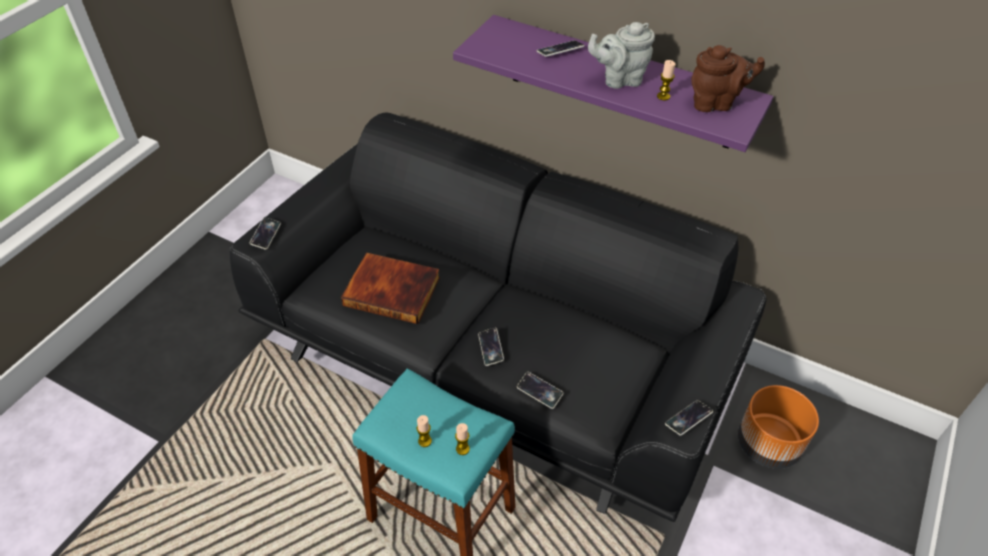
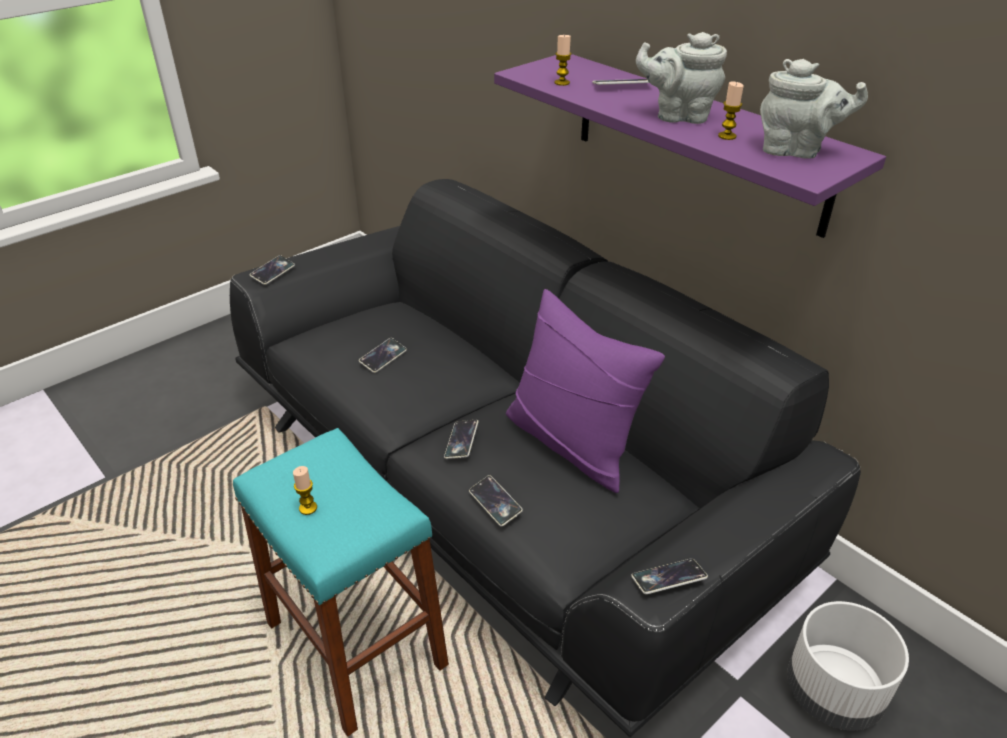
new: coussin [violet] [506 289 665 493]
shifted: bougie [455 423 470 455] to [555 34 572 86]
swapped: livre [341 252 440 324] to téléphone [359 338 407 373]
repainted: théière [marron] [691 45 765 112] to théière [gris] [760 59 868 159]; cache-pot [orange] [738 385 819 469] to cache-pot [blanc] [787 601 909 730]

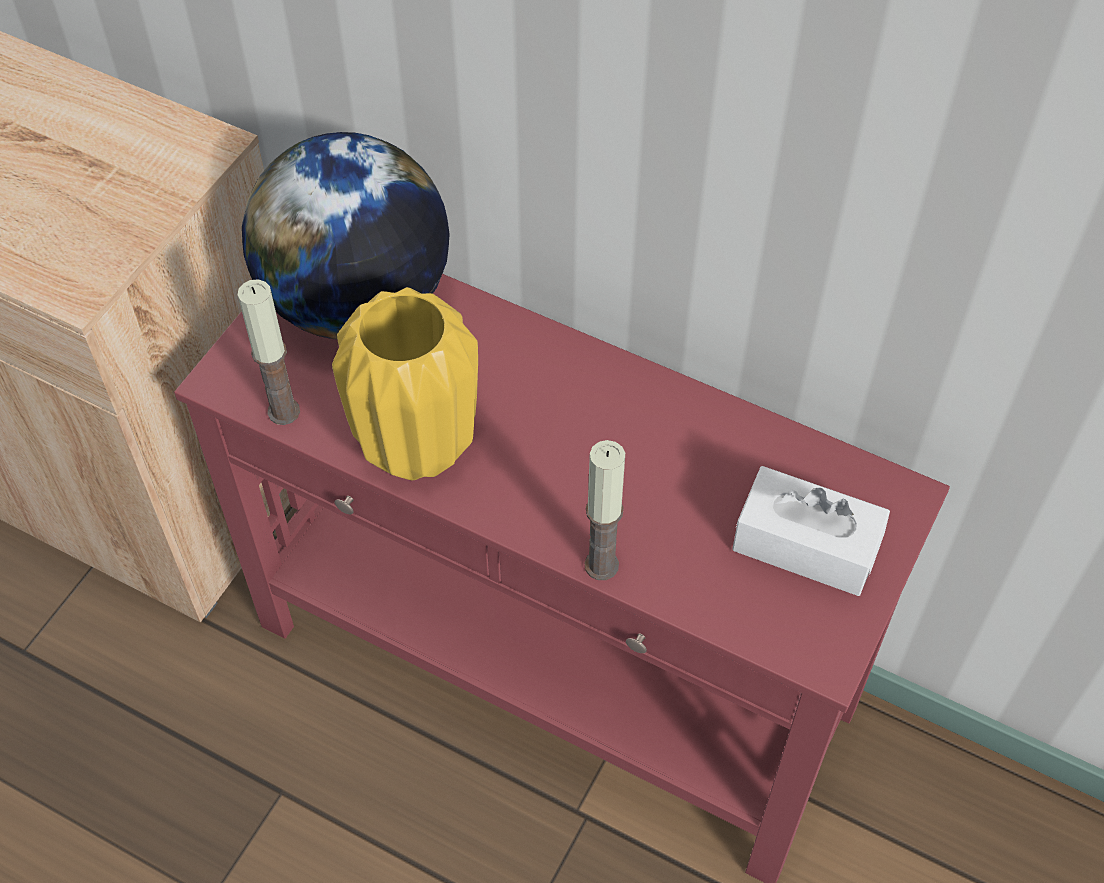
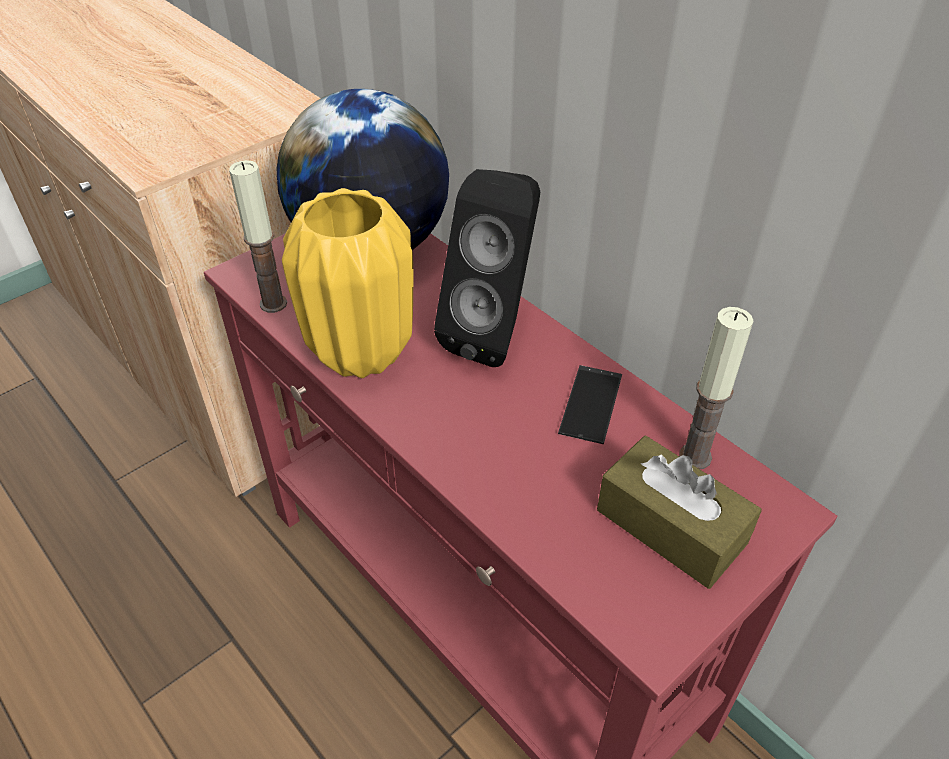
new: enceinte [noir] [434 169 540 367]; téléphone [558 365 622 444]
shifted: bougie [584 440 625 580] to [679 307 753 469]
repainted: boîte à mouchoirs [blanc] [732 466 890 596] to boîte à mouchoirs [marron] [597 436 762 589]

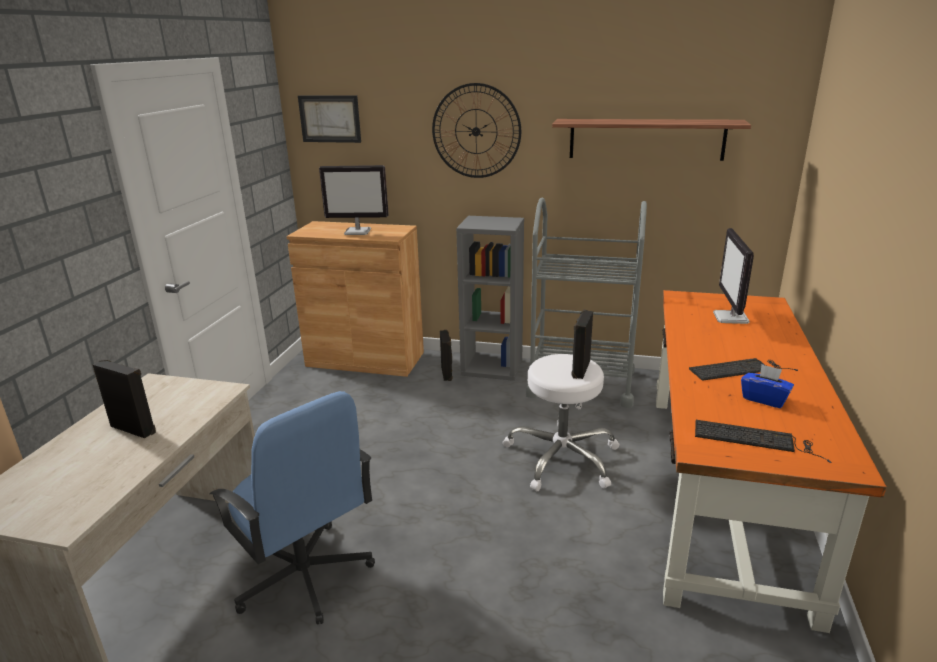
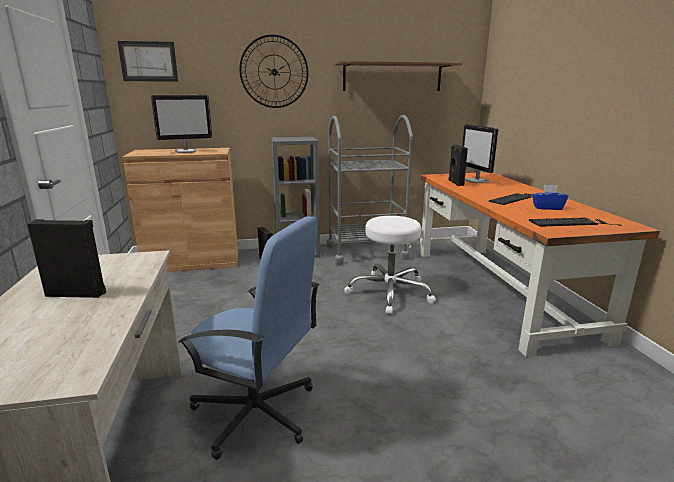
shifted: enceinte [noir] [571 310 593 379] to [448 145 468 186]

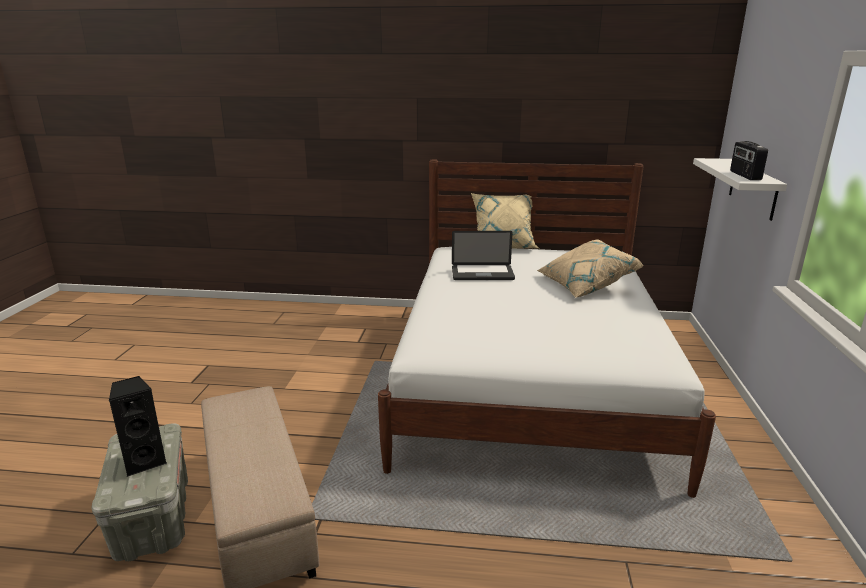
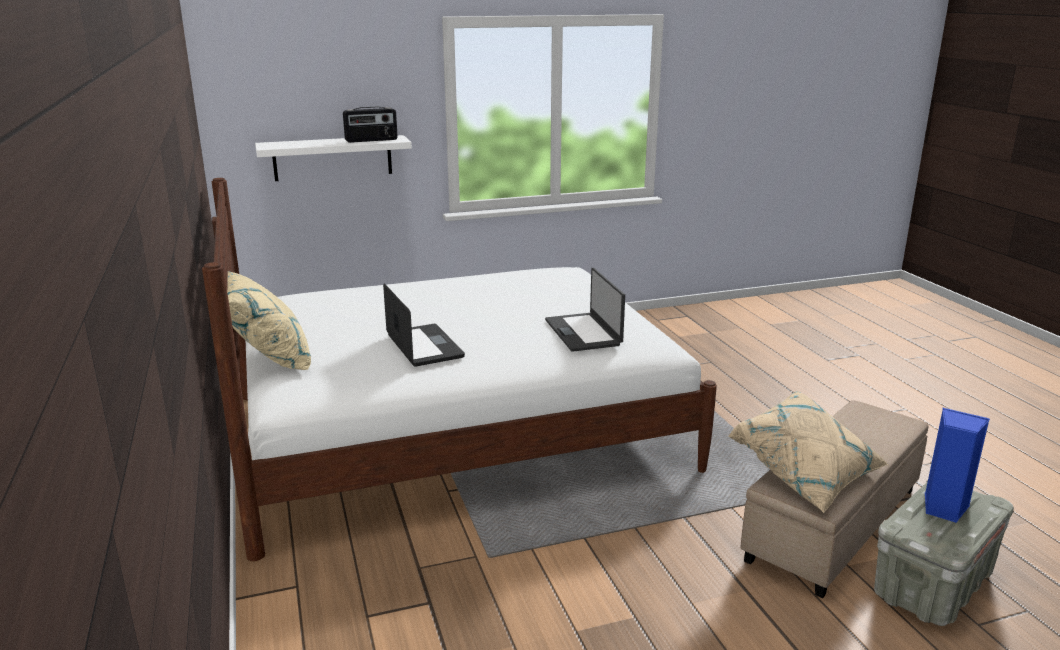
new: ordinateur portable [545 268 625 352]
shifted: coussin [beige] [537 240 643 298] to [728 391 888 513]
repainted: enceinte [noir] [109 376 167 477] to enceinte [bleu] [925 407 990 523]

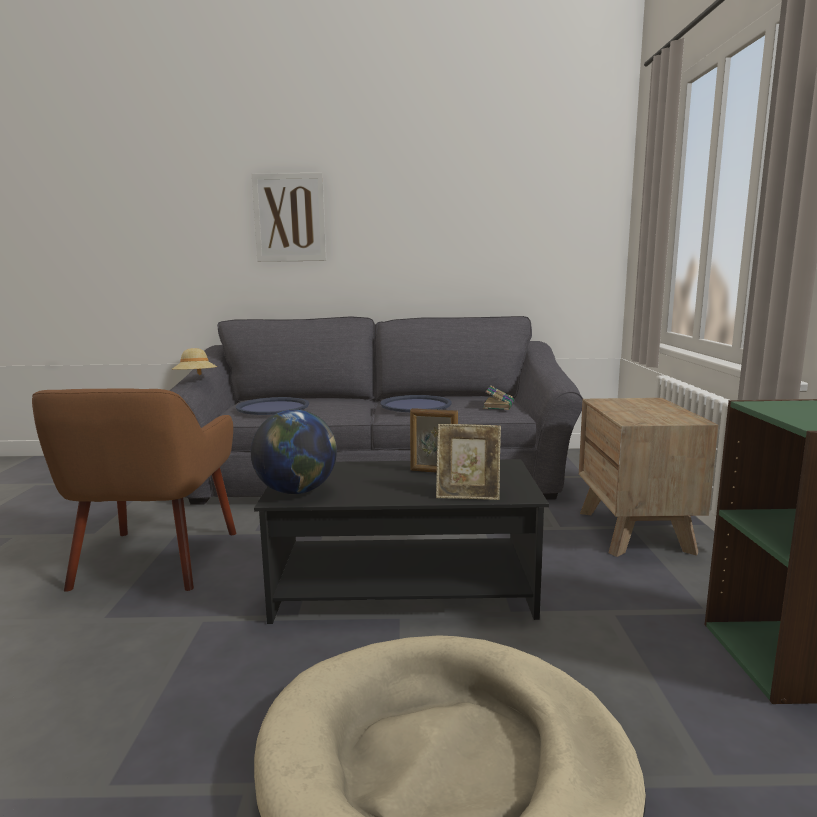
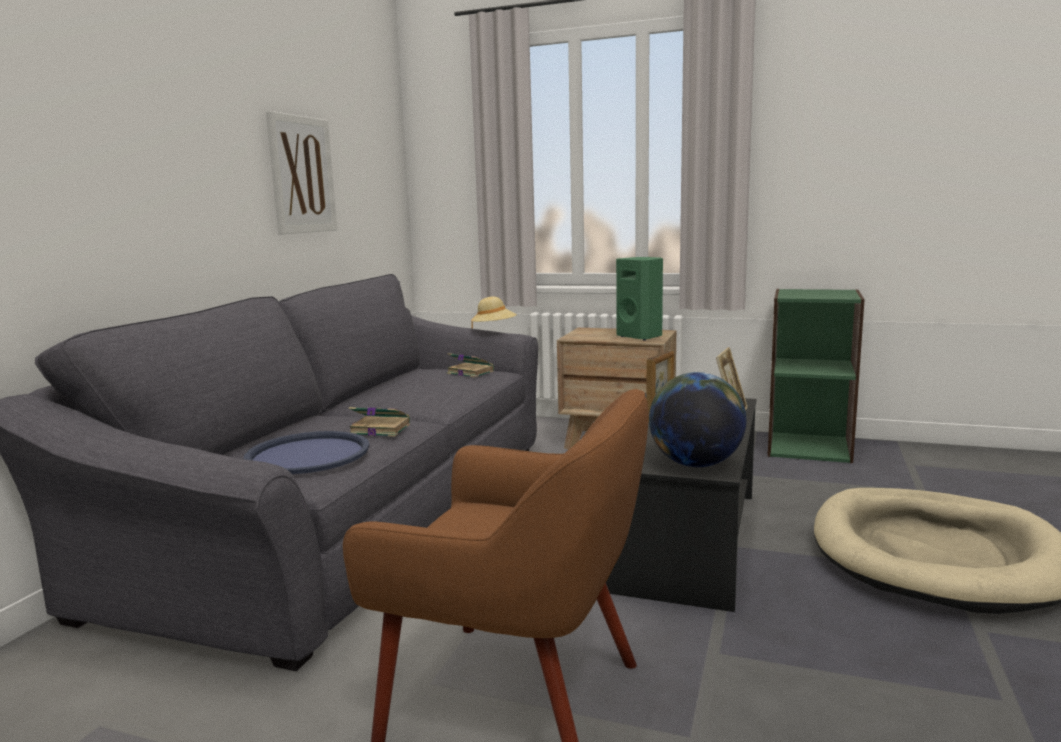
gone: plateau [bleu] [380 395 452 412]
new: livre [349 407 410 437]; enceinte [vert] [616 257 663 341]
shifted: tableau [252 173 326 262] to [266 111 337 234]; chapeau [beige] [172 348 217 375] to [471 297 517 328]

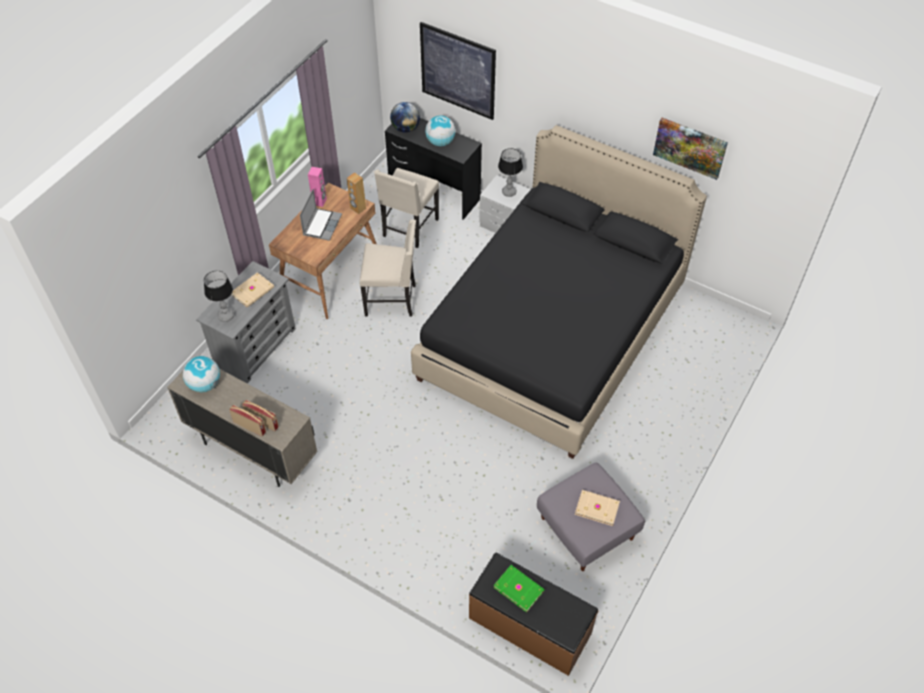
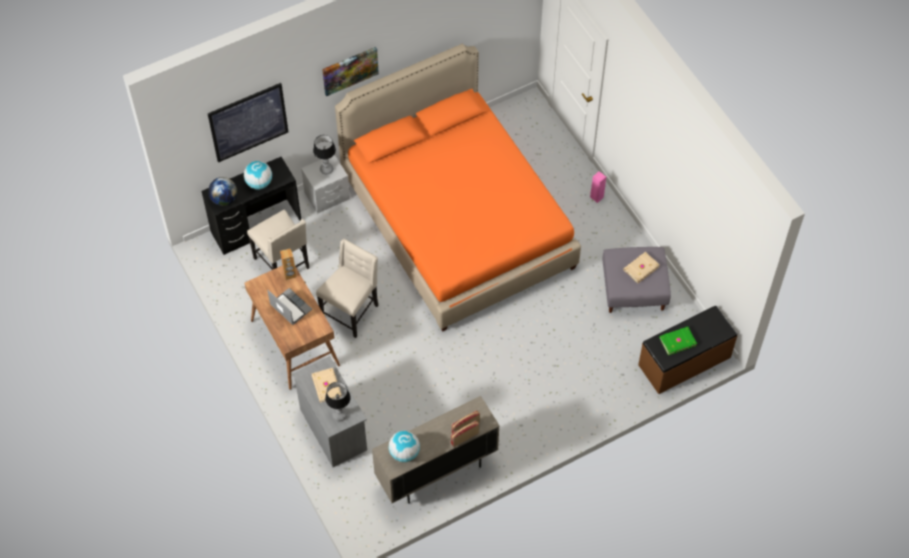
shifted: tableau [653 118 728 180] to [322 47 379 96]; enceinte [rose] [308 167 327 207] to [590 171 606 203]
repainted: lit [noir] [411 125 707 459] to lit [orange] [335 44 581 331]

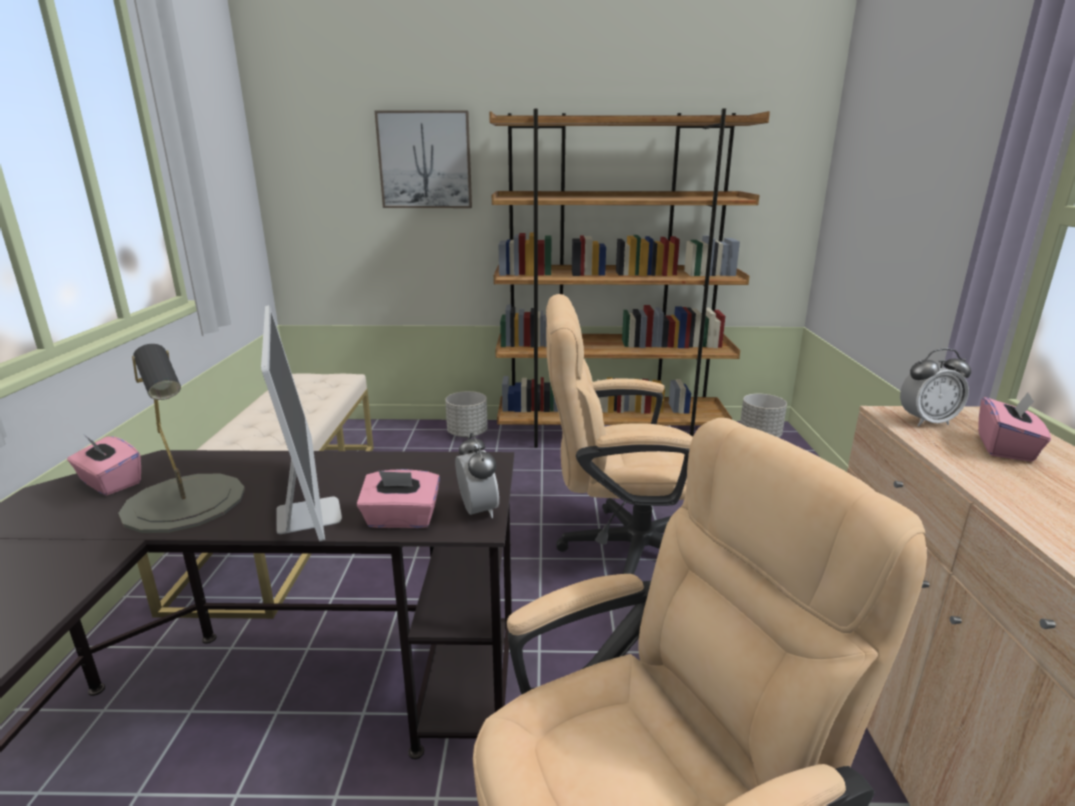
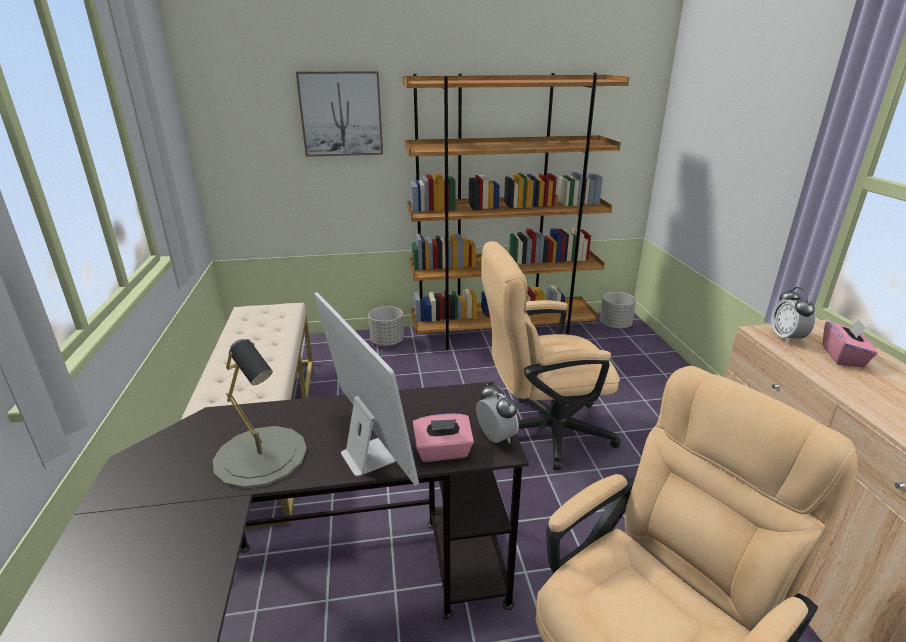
gone: boîte à mouchoirs [rose] [67 436 141 495]
rotated: réveil [900 348 971 426] = [771 287 815 344] 105 degrees clockwise

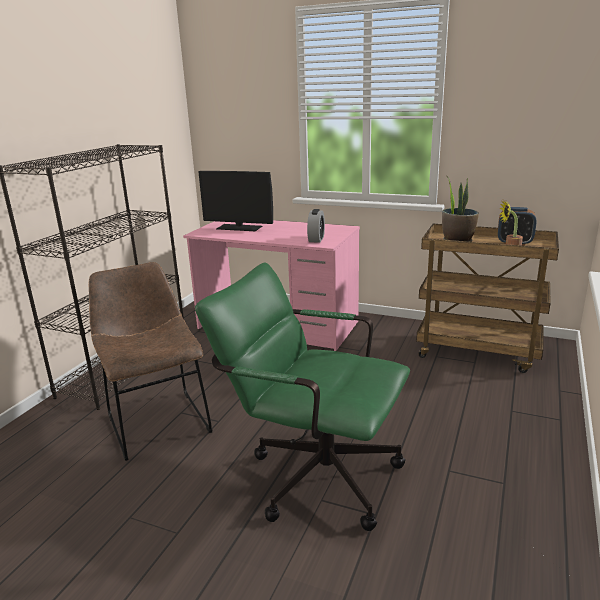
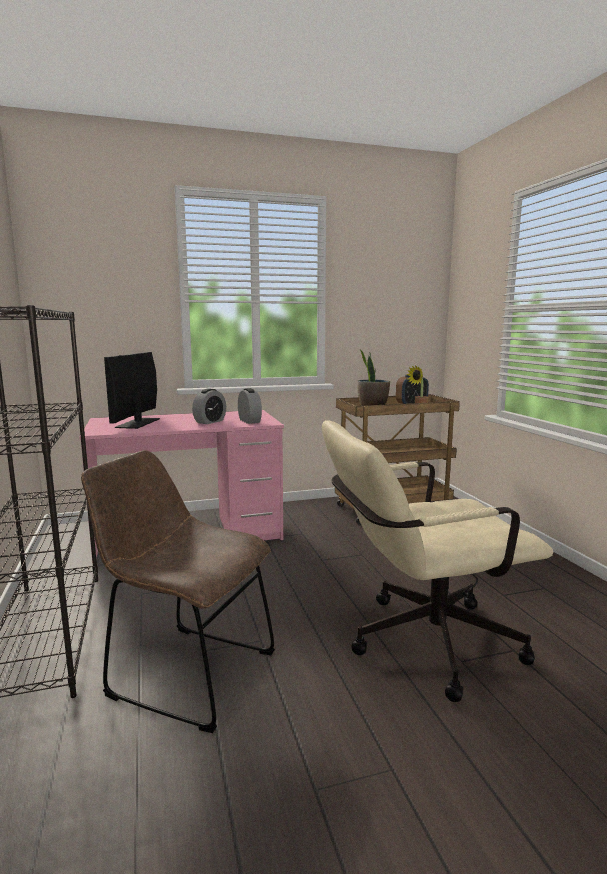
new: réveil [192 389 226 424]
repainted: chaise de bureau [vert] [195 262 410 531] to chaise de bureau [beige] [322 420 553 702]
rotated: écran d'ordinateur [198 171 273 231] = [104 352 160 429] 120 degrees clockwise

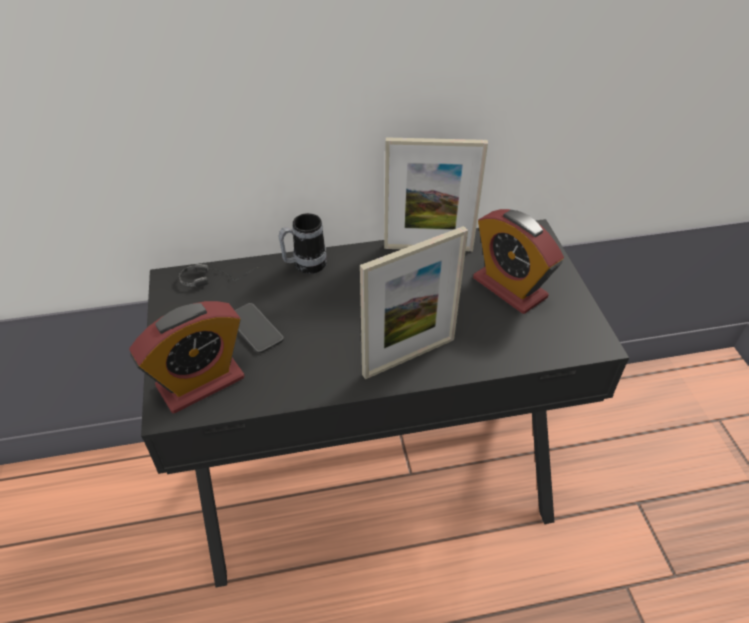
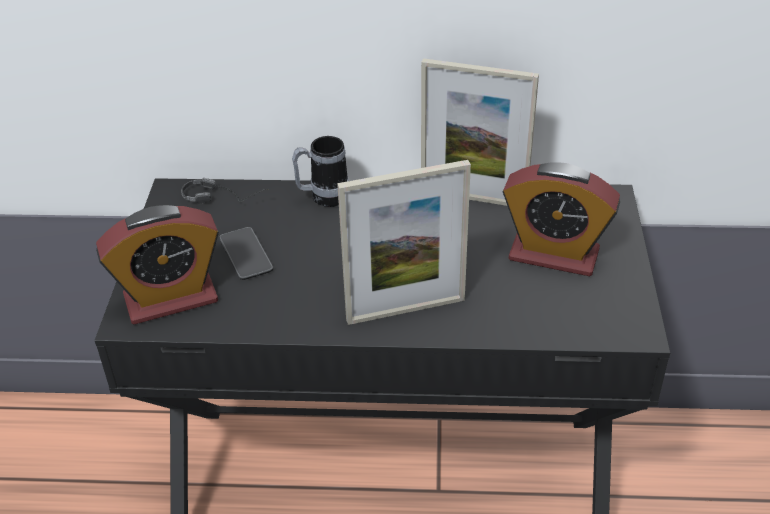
rotated: réveil [473 209 564 314] = [503 162 620 276] 45 degrees counterclockwise

